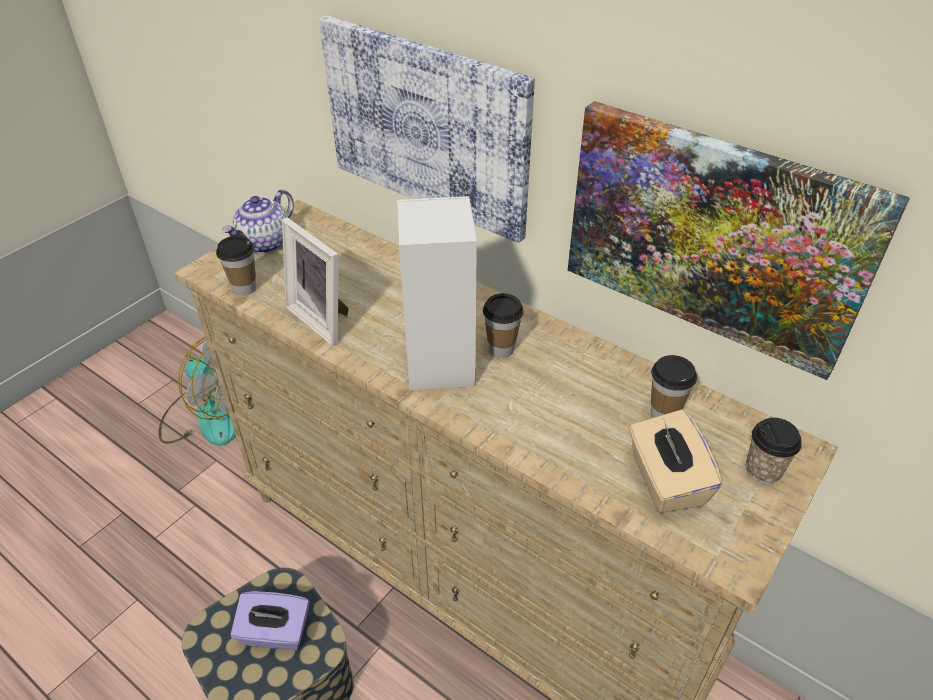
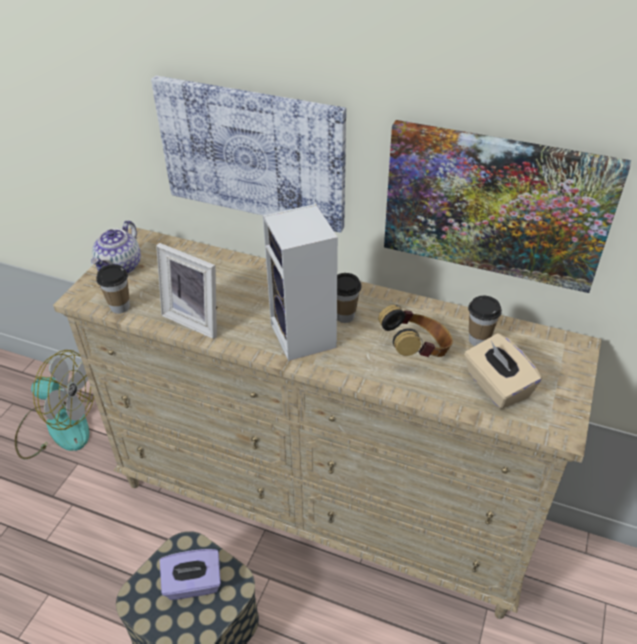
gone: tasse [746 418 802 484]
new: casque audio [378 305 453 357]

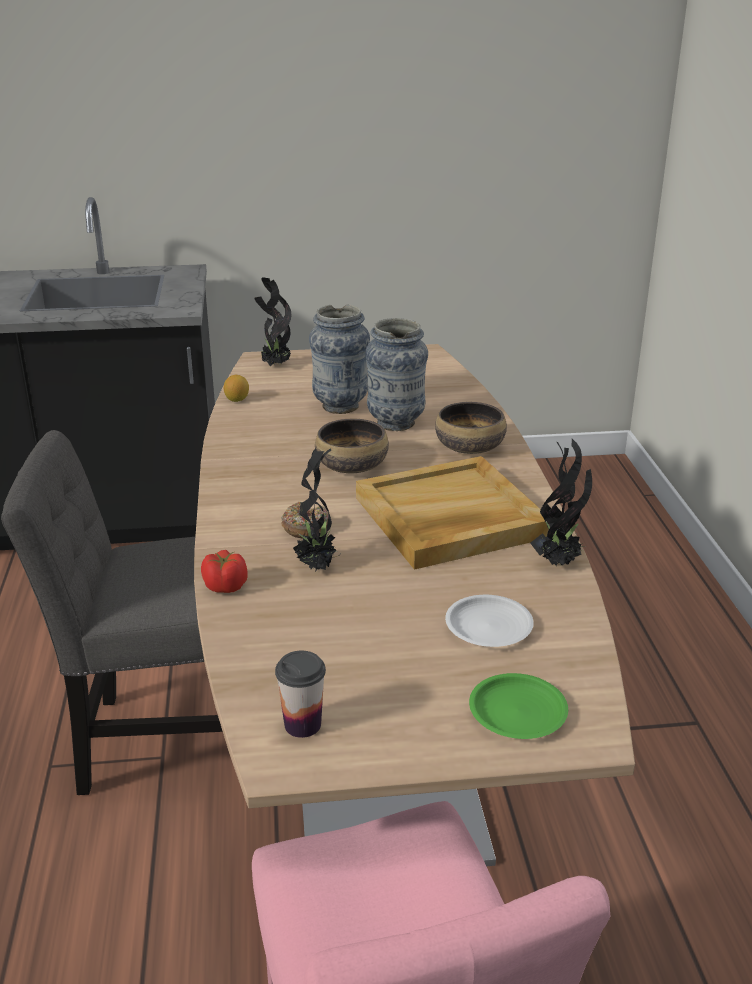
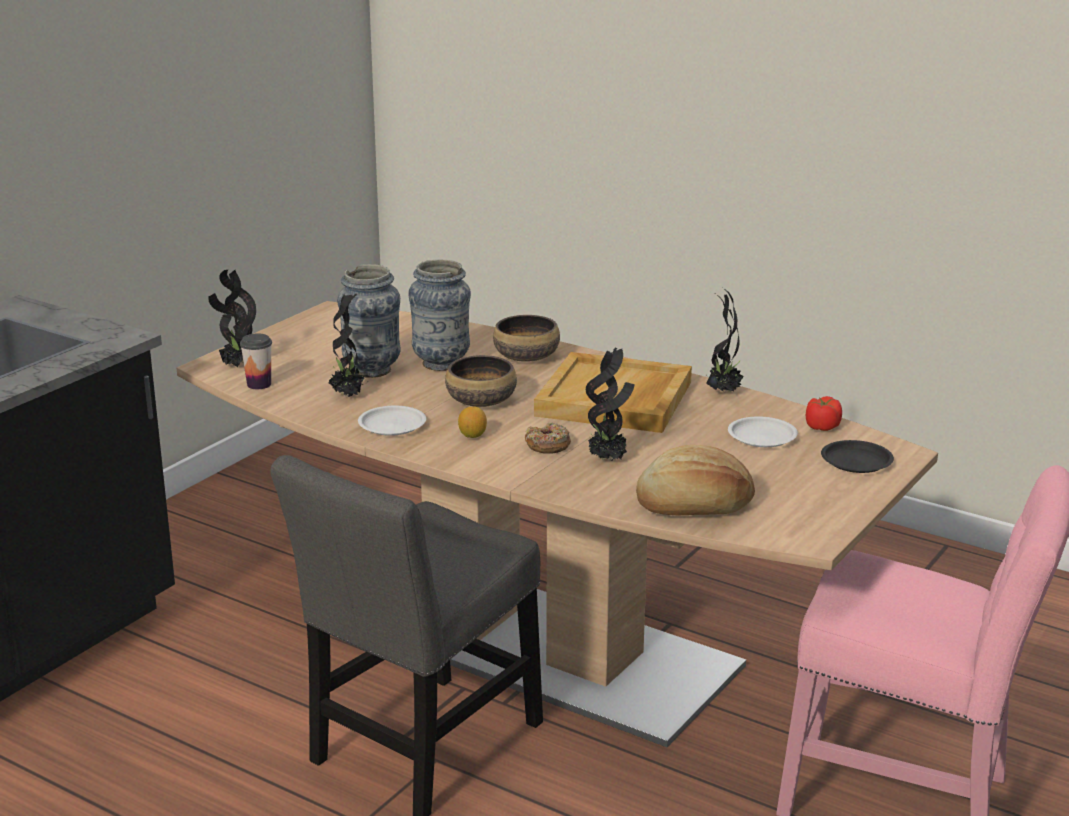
new: plante en pot [328 294 368 397]; assiette [blanc] [358 406 426 436]; pain [636 445 755 515]
shifted: tasse [275 651 326 738] to [240 333 272 389]; citron [224 375 249 402] to [458 406 487 438]; tomate [201 550 248 593] to [806 396 842 431]
repainted: assiette [vert] [469 673 568 739] to assiette [noir] [821 440 894 473]

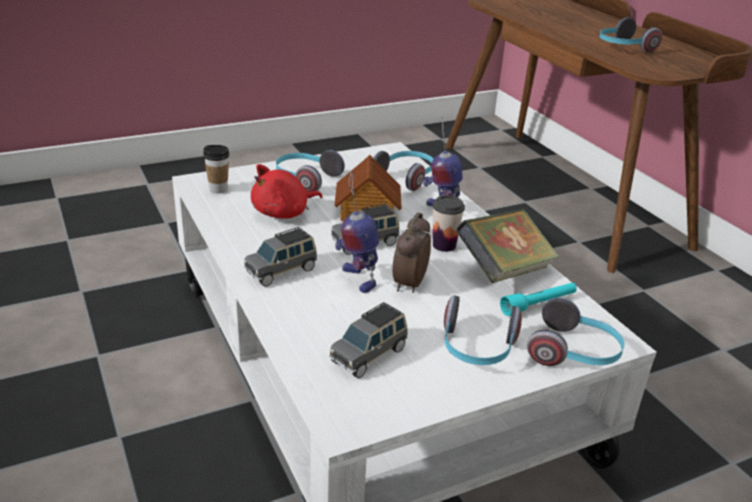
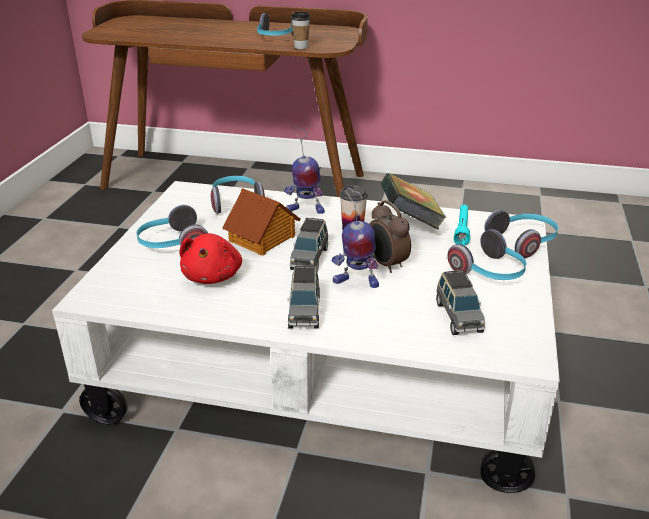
shifted: tasse [203 145 229 193] to [291 12 310 49]

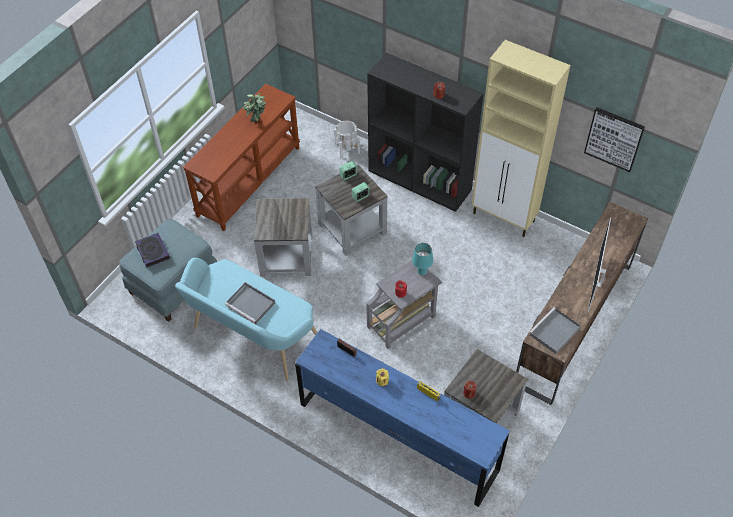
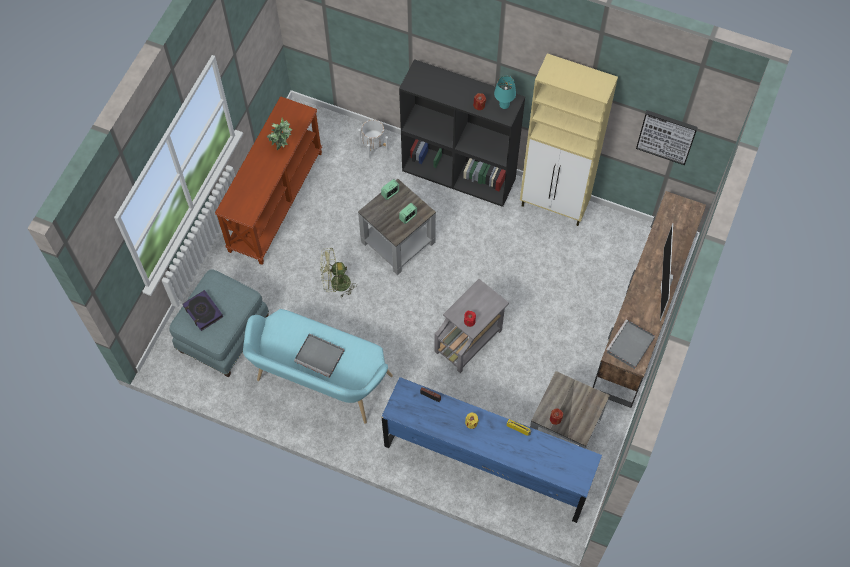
shifted: lampe de table [turquoise] [412 243 433 275] to [494 76 516 109]
swapped: table d'appoint [gris] [254 198 312 277] to ventilateur [vert] [320 248 357 297]

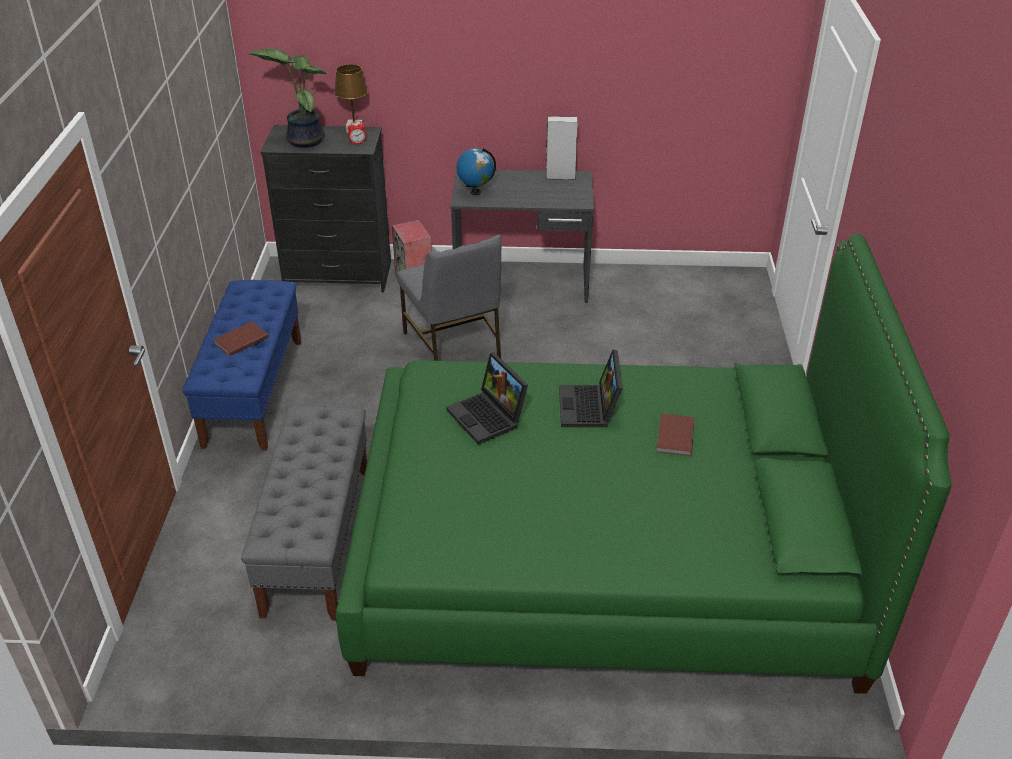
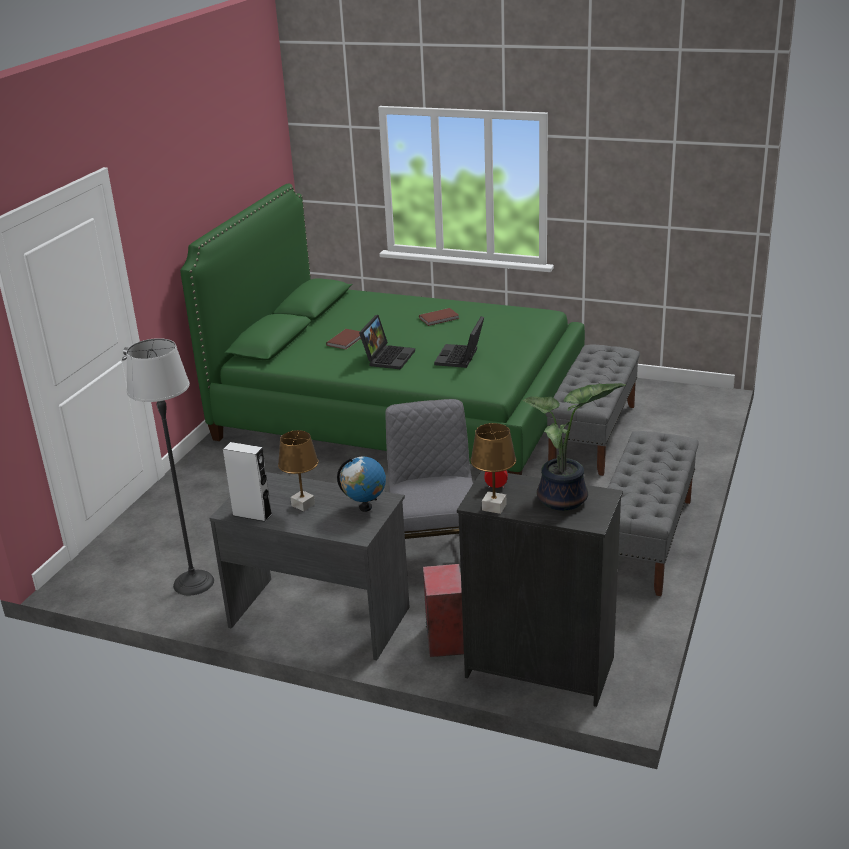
new: lampadaire [126 338 214 595]; lampe de table [marron] [278 430 319 511]
shifted: livre [marron] [213 321 269 356] to [419 308 459 326]
repainted: banc [bleu] [183 280 301 450] to banc [gris] [608 431 699 596]
rotated: ordinateur portable [446 353 528 445] = [434 316 484 368] 150 degrees counterclockwise

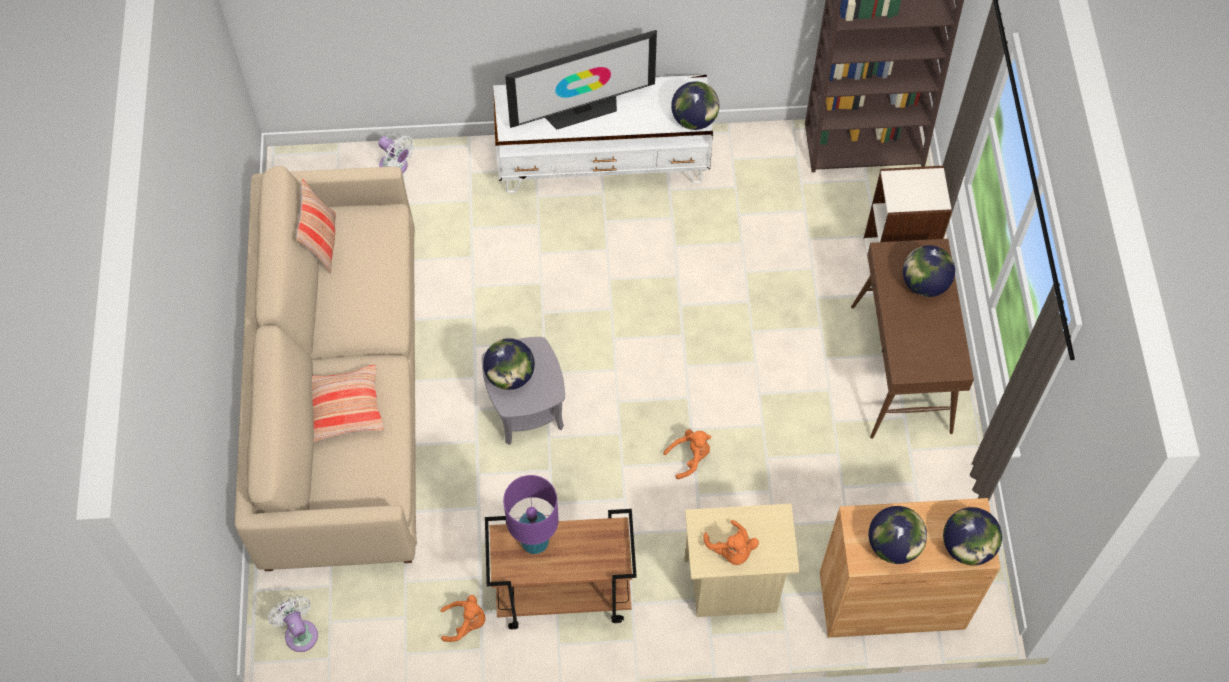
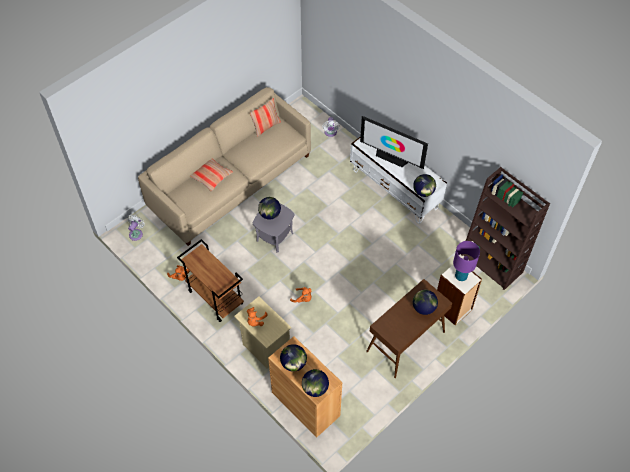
shifted: lampe de table [violet] [503 475 559 554] to [453 241 480 281]

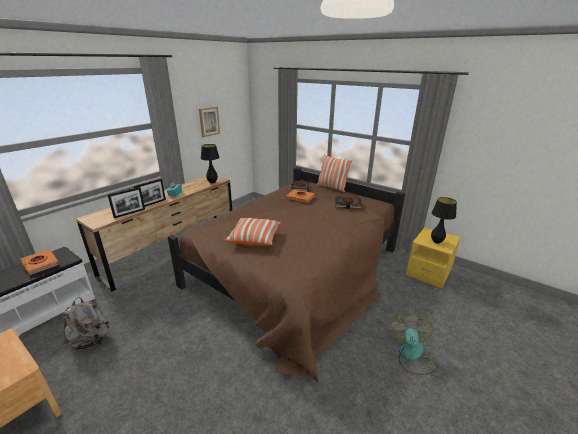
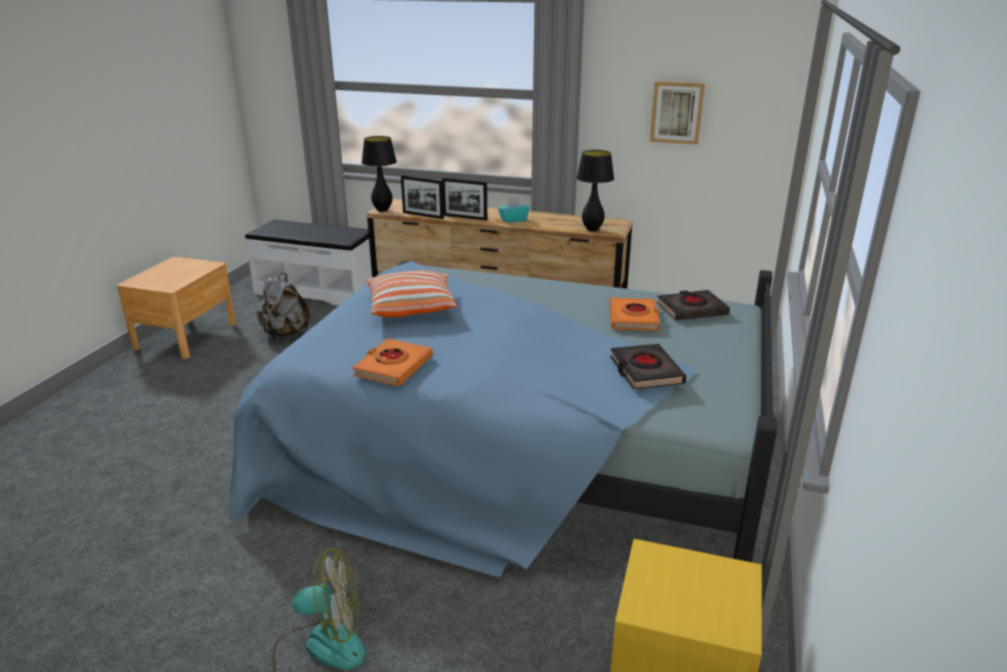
gone: coussin [316 154 352 192]
shifted: livre [orange] [20 249 59 275] to [352 338 433 386]; lampe de table [noir] [431 197 457 244] to [362 136 397 212]
repainted: lit [marron] [168 167 405 383] to lit [bleu] [229 261 777 578]

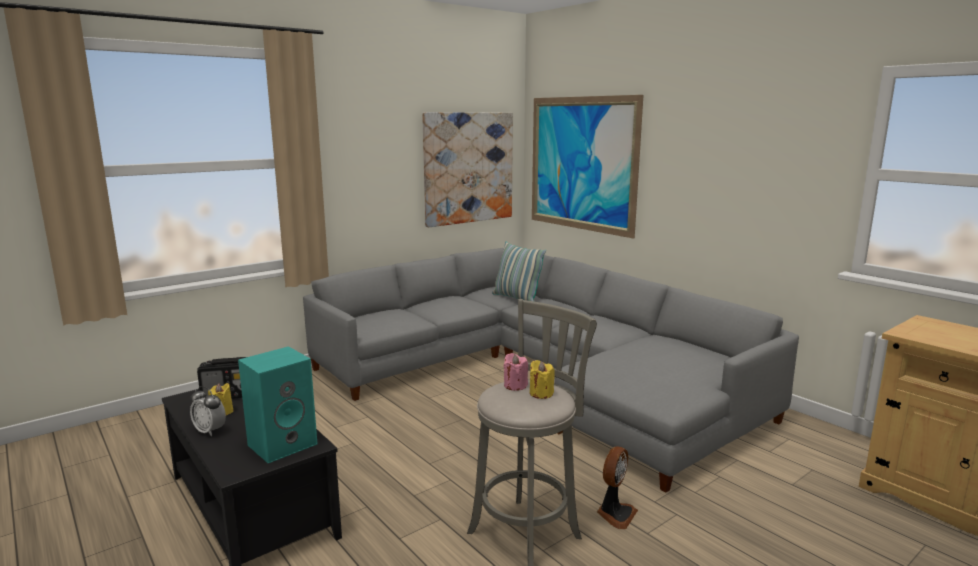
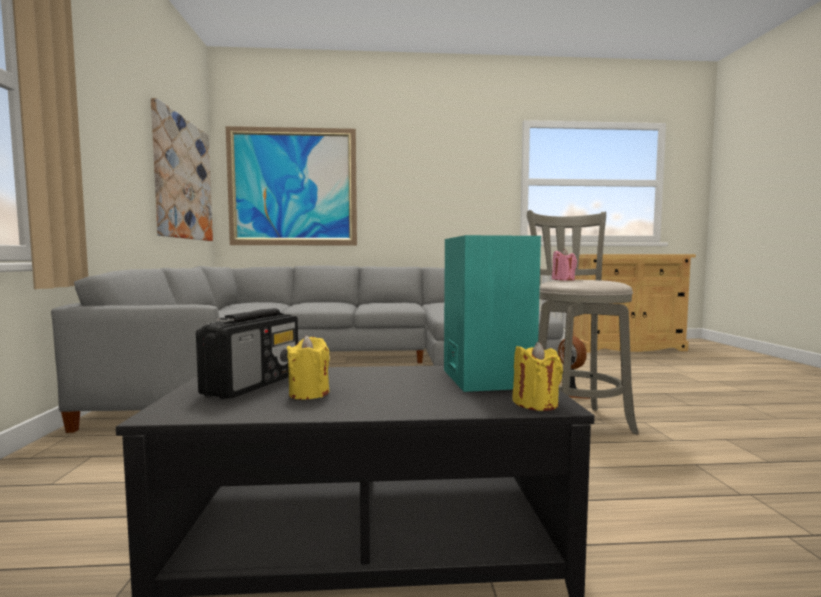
gone: réveil [190 386 226 436]; coussin [492 242 546 301]
shifted: bougie [jaune] [530 360 555 399] to [512 342 563 411]

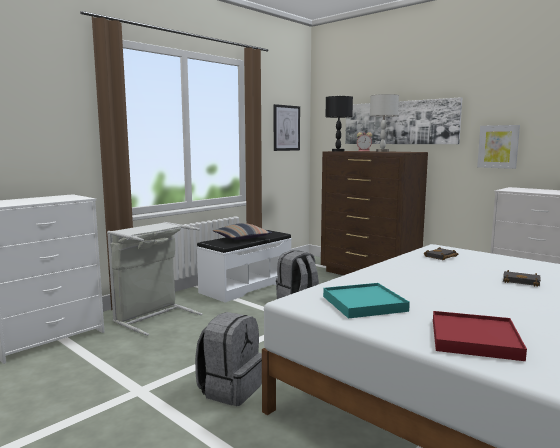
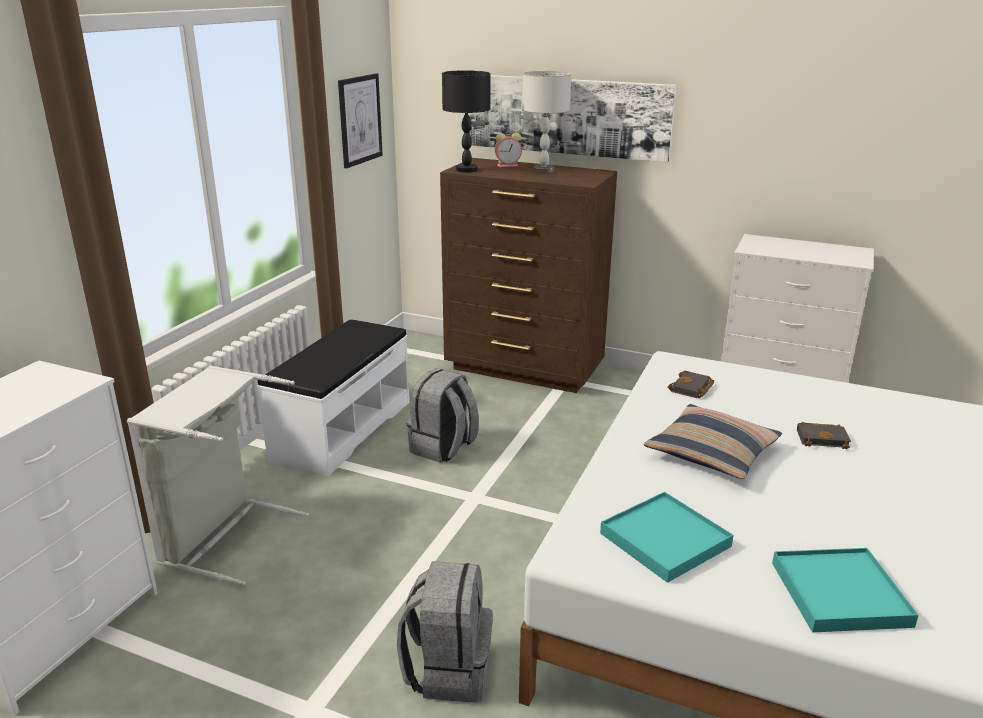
gone: tableau [477 125 520 169]
shifted: coussin [213 223 272 240] to [644 404 782 479]
repainted: plateau [rouge] [433 311 527 361] to plateau [turquoise] [772 548 919 632]

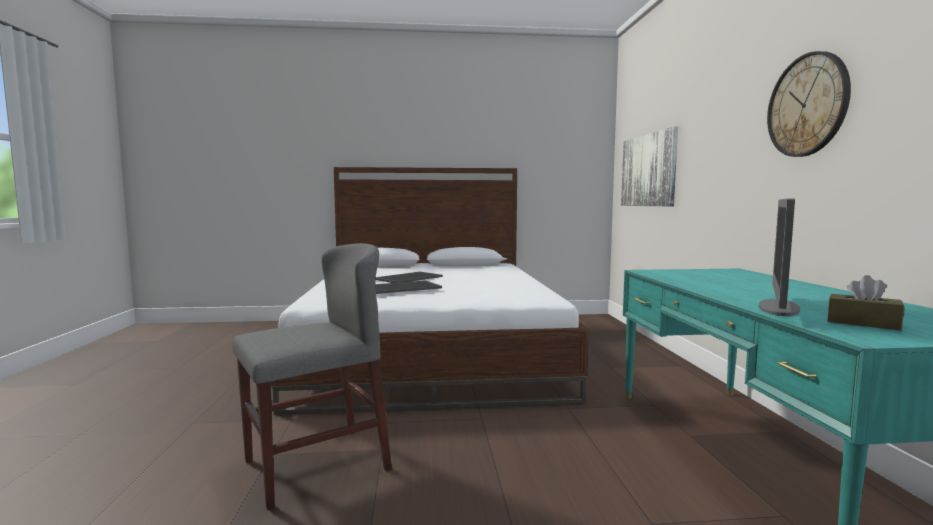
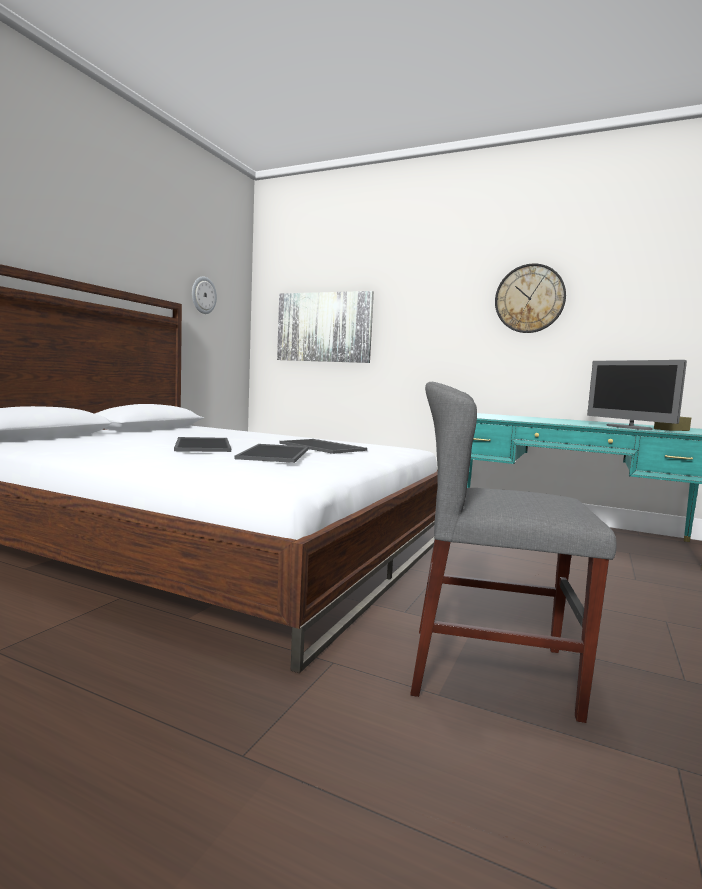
new: horloge murale [192 277 217 314]; plateau [279 439 367 454]
rotated: chaise [gris] [232 243 392 510] = [410 382 617 723] 75 degrees counterclockwise

